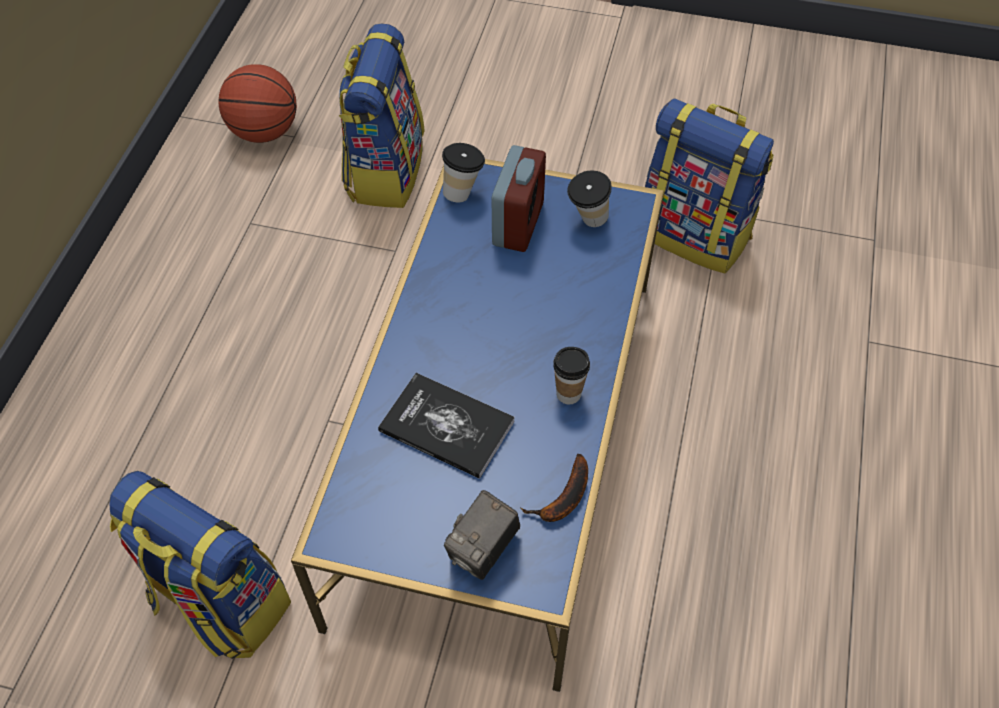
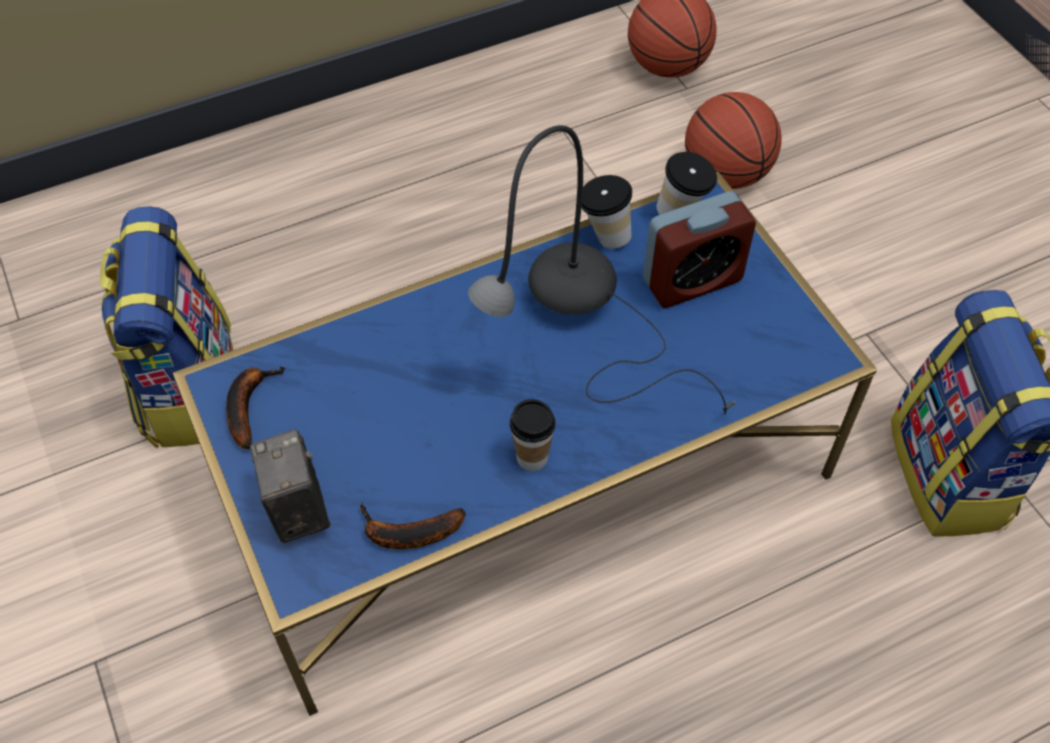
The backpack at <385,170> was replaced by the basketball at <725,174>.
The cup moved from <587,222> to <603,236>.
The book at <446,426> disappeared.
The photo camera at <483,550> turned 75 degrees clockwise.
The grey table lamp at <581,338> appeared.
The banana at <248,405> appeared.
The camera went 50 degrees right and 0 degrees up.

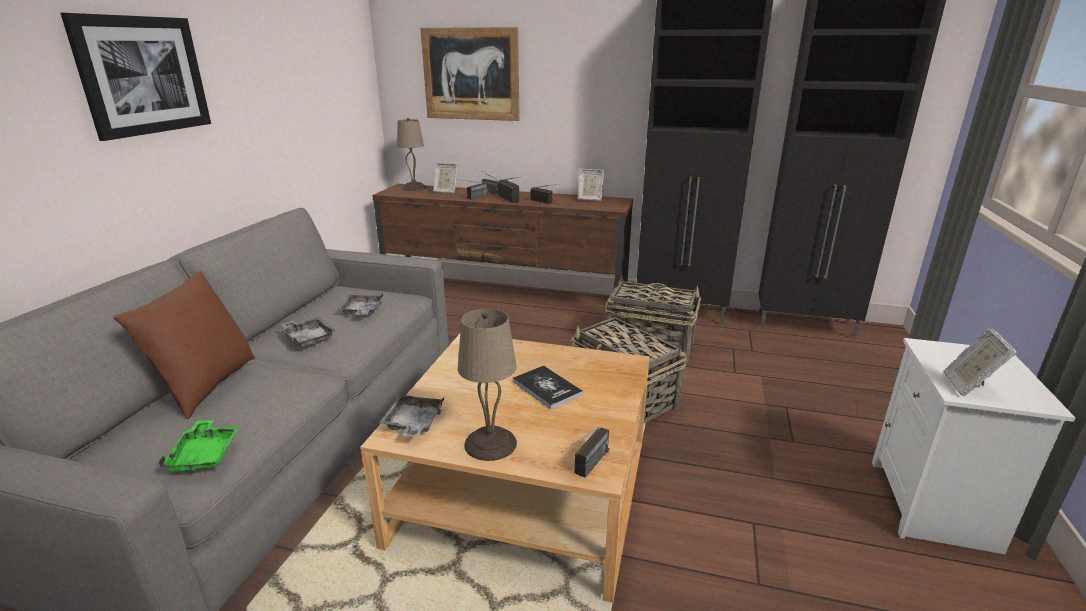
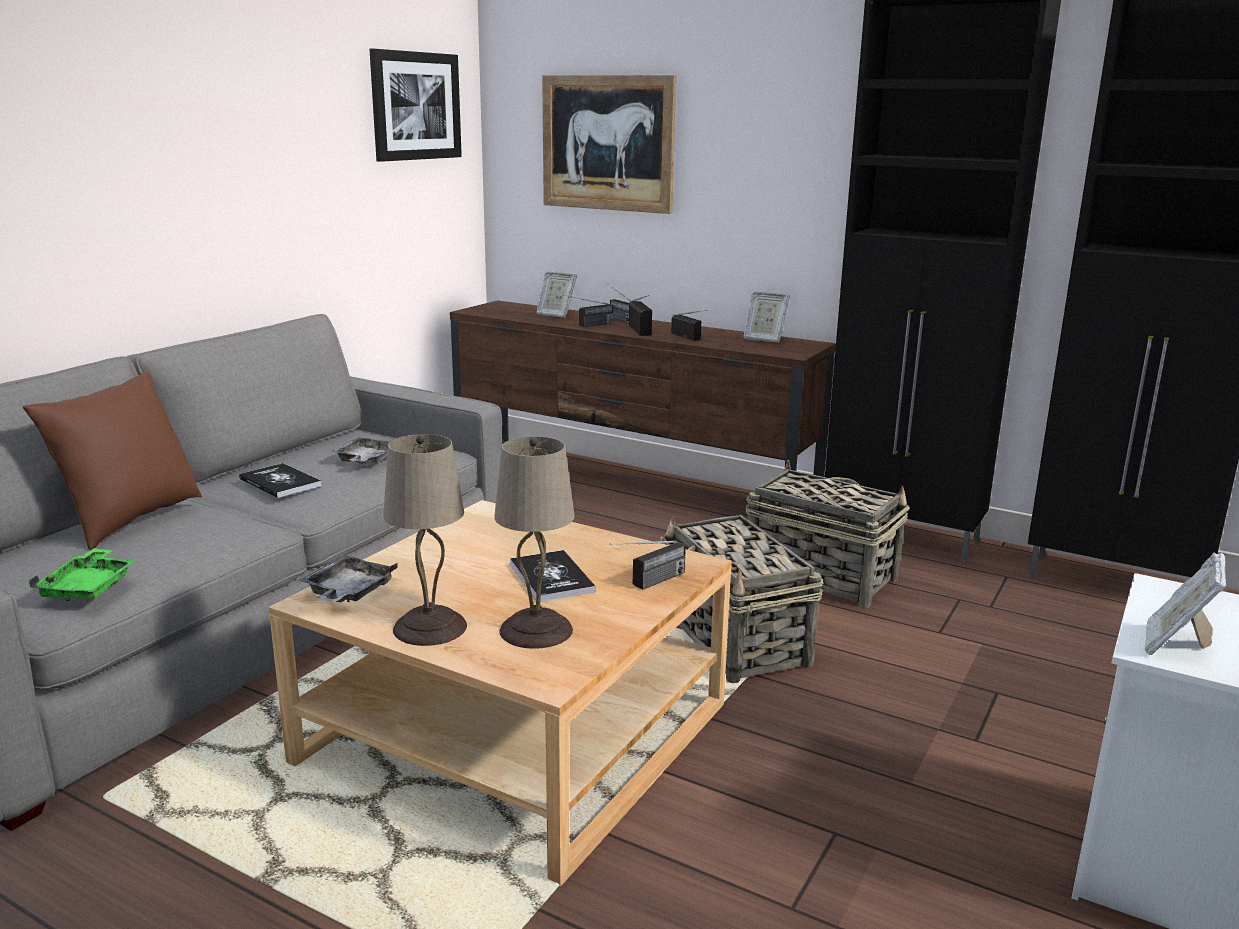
The picture moved from <143,75> to <415,106>.
The beige table lamp moved from <414,188> to <537,631>.
The grey tray at <308,338> was replaced by the book at <280,482>.
The radio moved from <586,469> to <648,584>.
The camera went 15 degrees right and 5 degrees down.

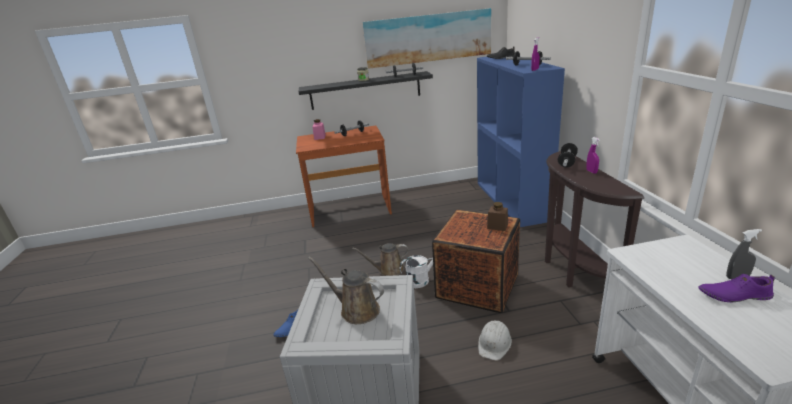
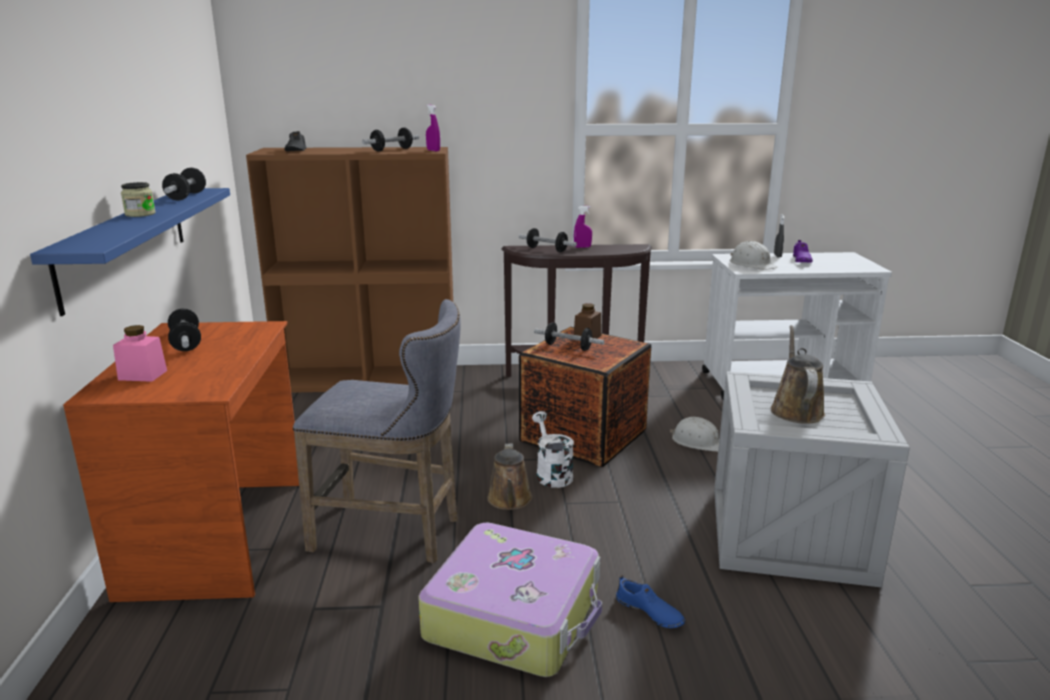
The picture at <428,38> disappeared.
The blue bookcase at <512,201> became the brown bookcase at <370,379>.
The black shelf at <365,90> became the blue shelf at <125,244>.
The brown watering can at <356,310> turned 150 degrees clockwise.
The white hard hat at <752,264> appeared.
The grey stool at <394,533> appeared.
The dumbbell at <568,347> appeared.
The suitcase at <515,615> appeared.
The camera went 85 degrees left and 5 degrees down.

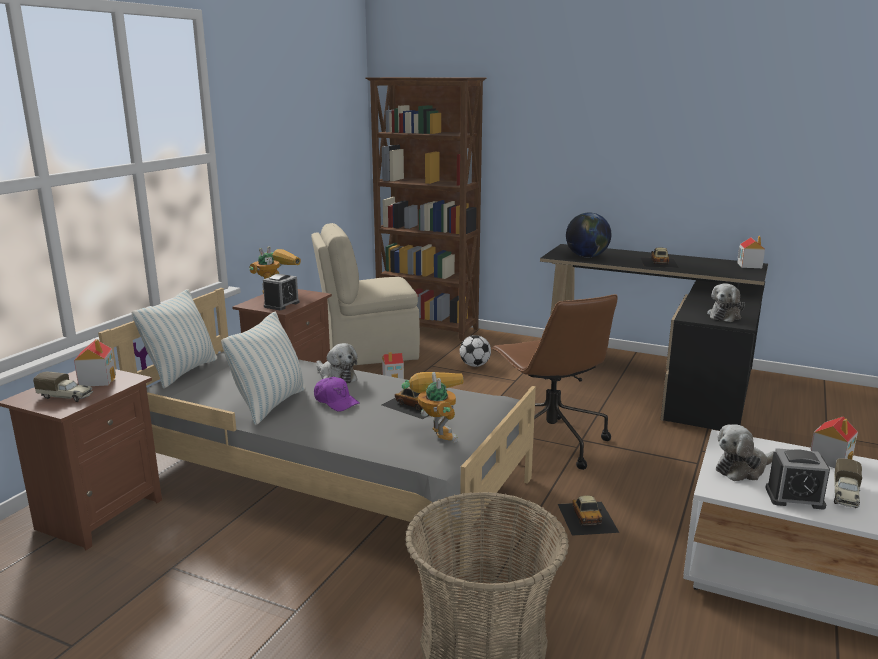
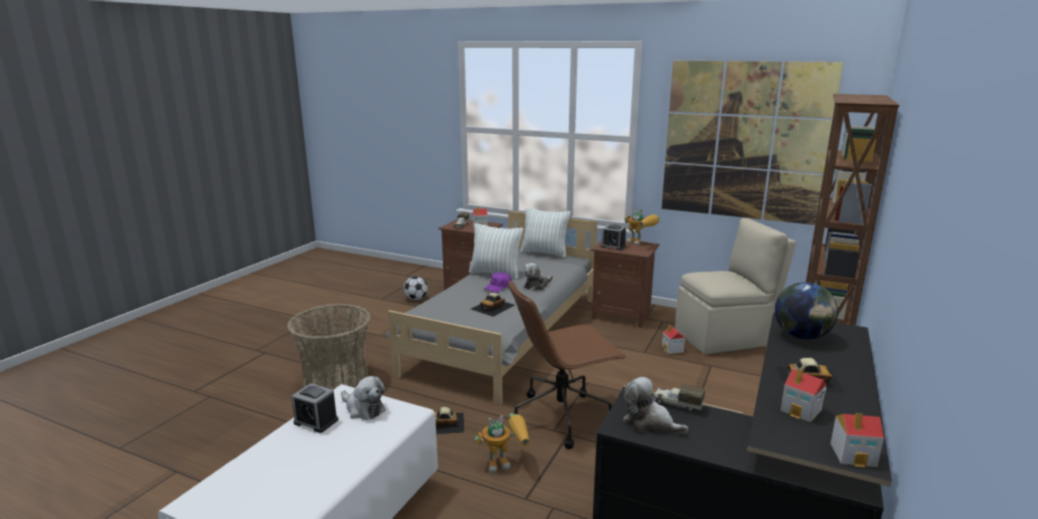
The beige chair at <368,352> turned 90 degrees clockwise.
The football moved from <475,365> to <416,299>.
The toy robot moved from <435,433> to <505,462>.
The toy house moved from <830,459> to <801,410>.
The plush toy at <742,469> turned 150 degrees clockwise.
The alarm clock at <794,497> turned 75 degrees counterclockwise.
The toy truck moved from <845,495> to <677,404>.
The picture at <744,142> appeared.
The camera went 90 degrees right and 0 degrees up.

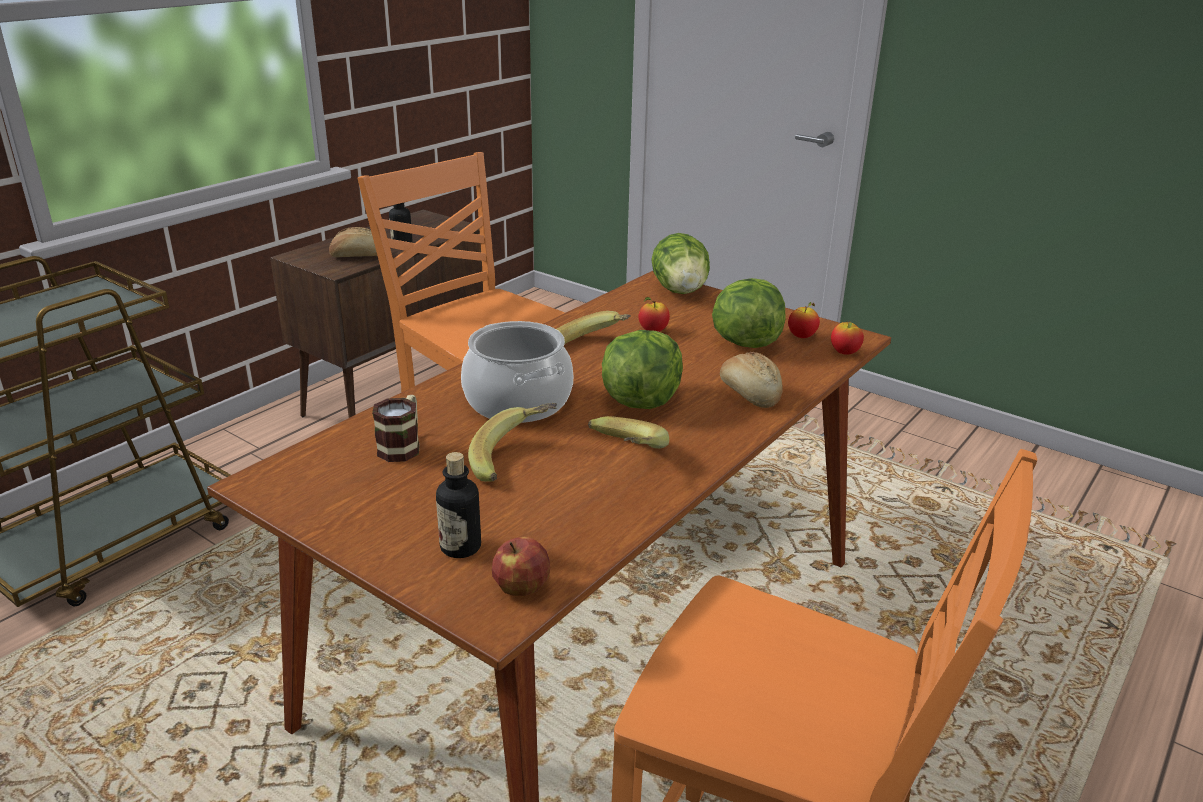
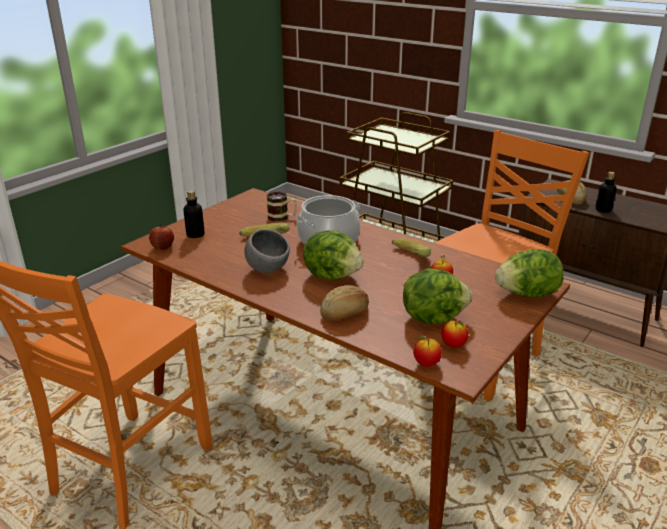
The banana at <622,455> was replaced by the grey bowl at <267,269>.
The camera went 90 degrees right and 0 degrees up.

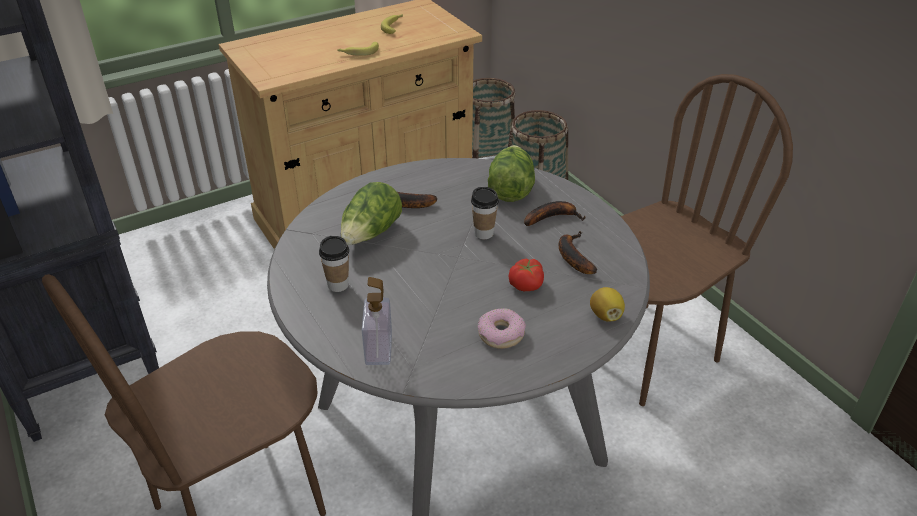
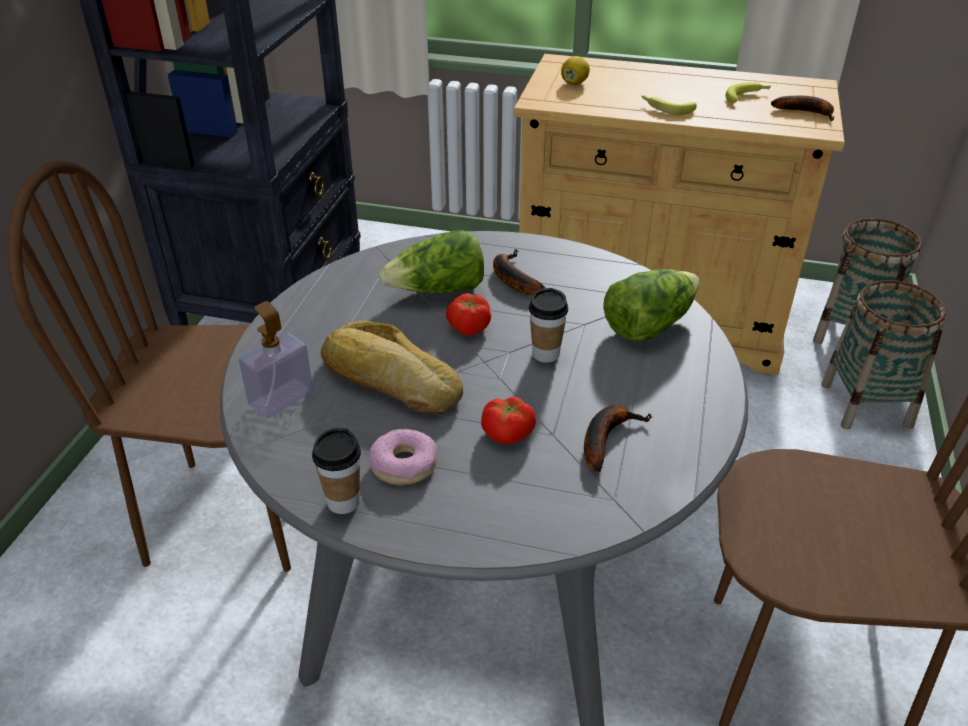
The banana moved from <553,217> to <807,112>.
The cup moved from <338,285> to <343,502>.
The lemon moved from <605,315> to <574,83>.
The tomato at <468,327> appeared.
The bread at <389,381> appeared.
The camera went 45 degrees right and 0 degrees up.

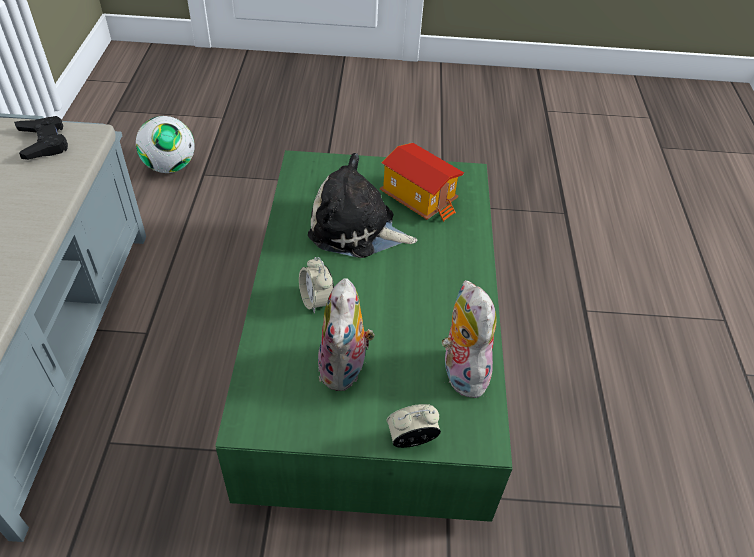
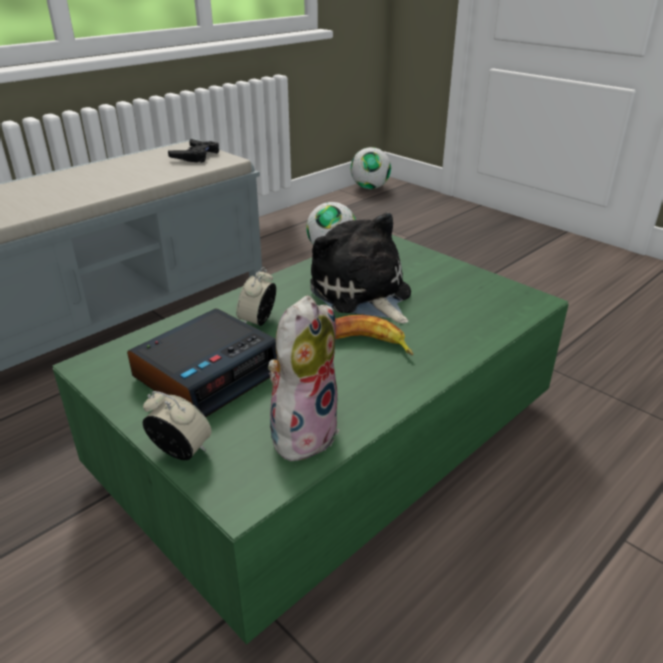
The toy house at <419,198> disappeared.
The plush toy at <345,370> was replaced by the alarm clock at <208,373>.
The football at <370,188> appeared.
The banana at <365,344> appeared.
The camera went 45 degrees right and 15 degrees down.

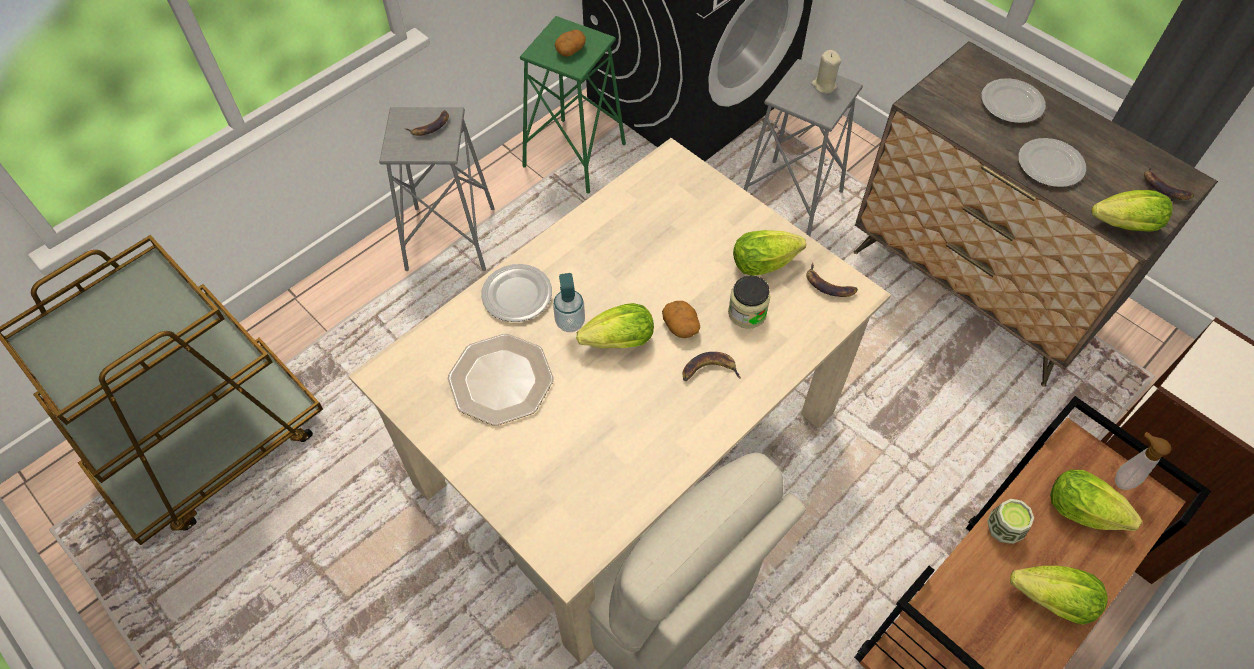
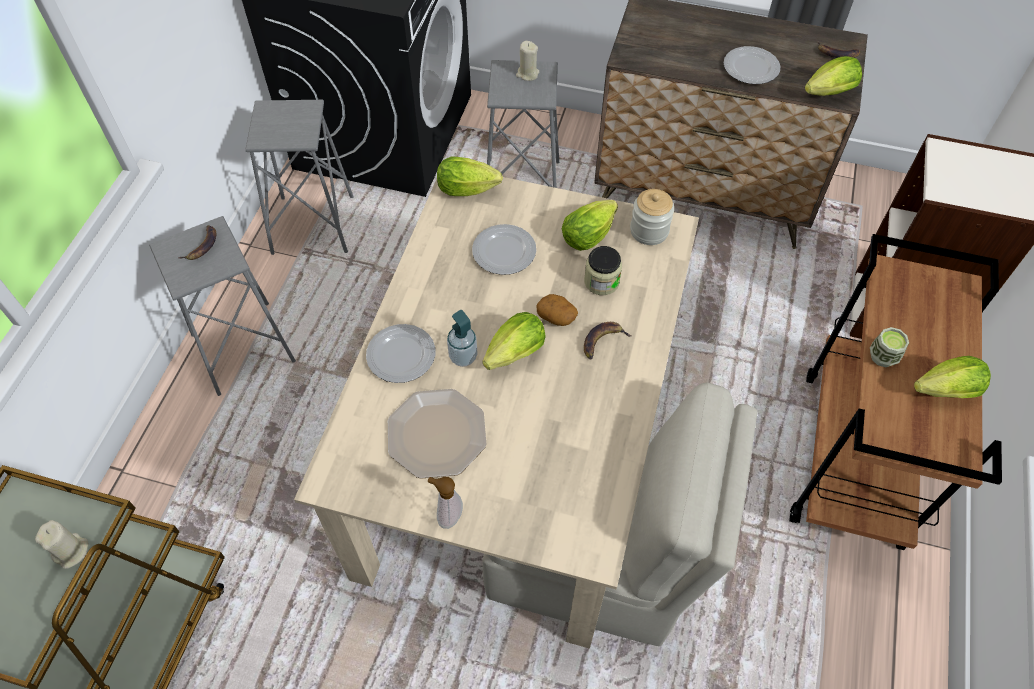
The green stool at <574,156> became the grey stool at <313,225>.
The potato at <570,50> disappeared.
The plate moved from <1011,104> to <504,252>.
The banana at <829,285> was replaced by the jar at <649,231>.
The soap dispenser moved from <1122,478> to <448,515>.
The lettuce moved from <1086,513> to <470,190>.
The beige candle at <71,551> appeared.
The camera went 30 degrees left and 0 degrees up.

